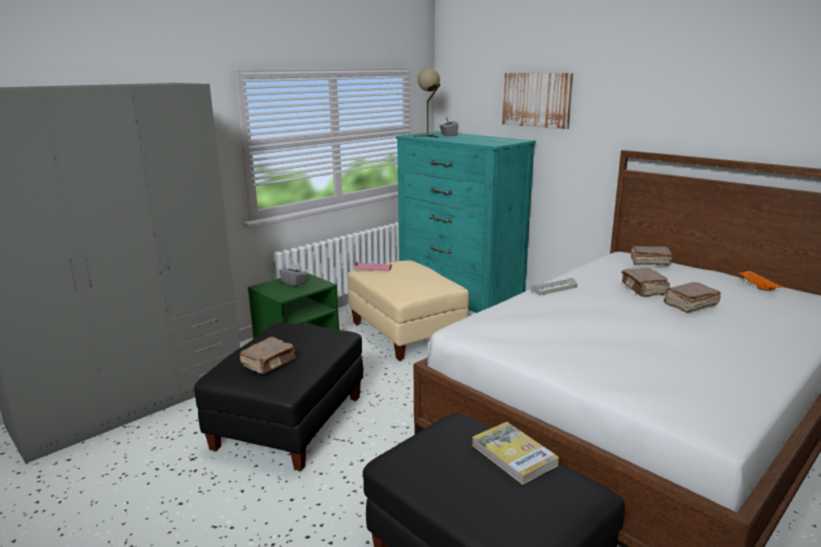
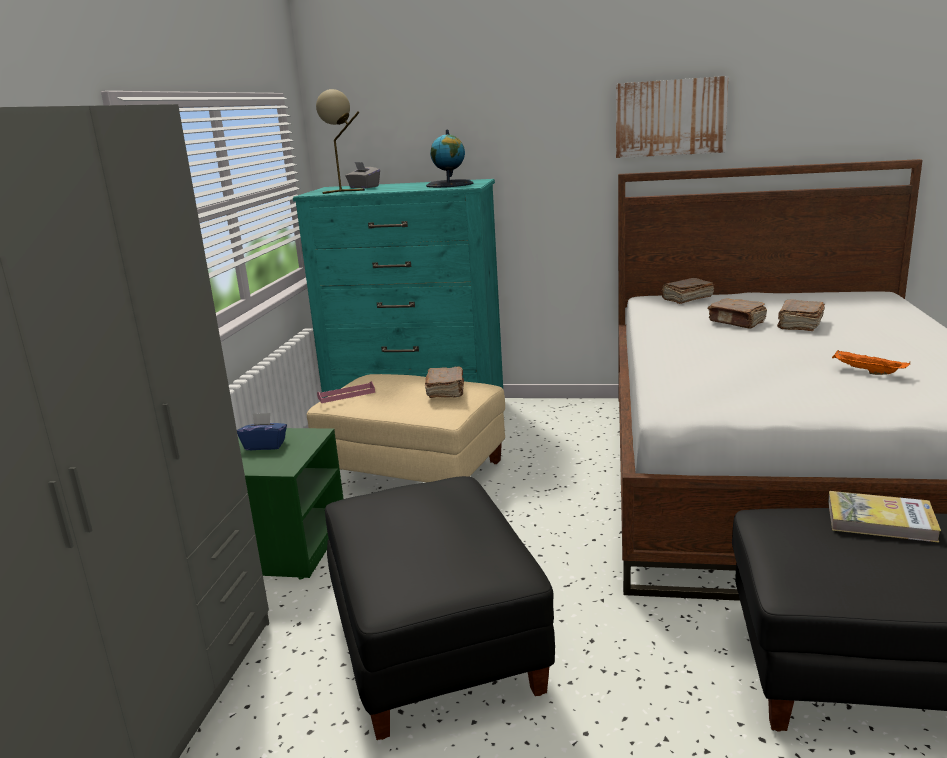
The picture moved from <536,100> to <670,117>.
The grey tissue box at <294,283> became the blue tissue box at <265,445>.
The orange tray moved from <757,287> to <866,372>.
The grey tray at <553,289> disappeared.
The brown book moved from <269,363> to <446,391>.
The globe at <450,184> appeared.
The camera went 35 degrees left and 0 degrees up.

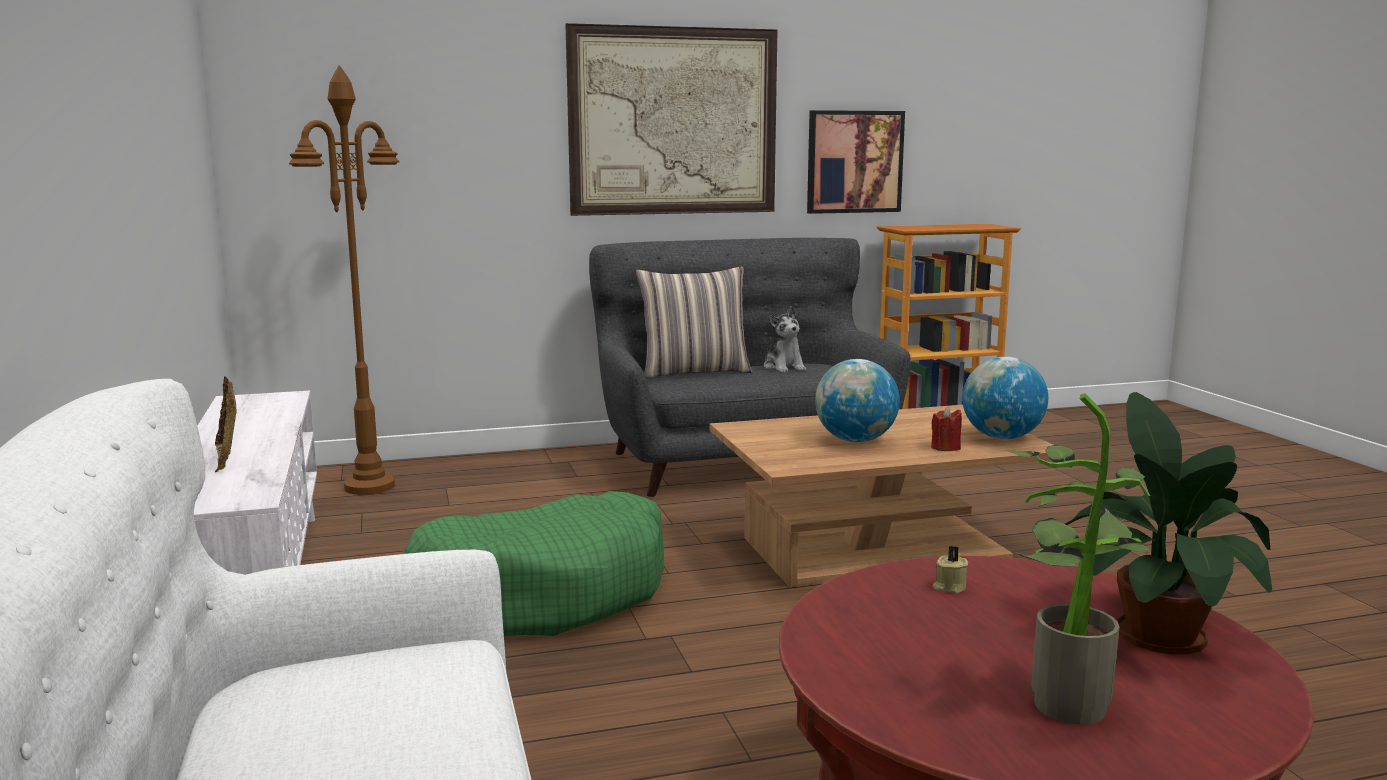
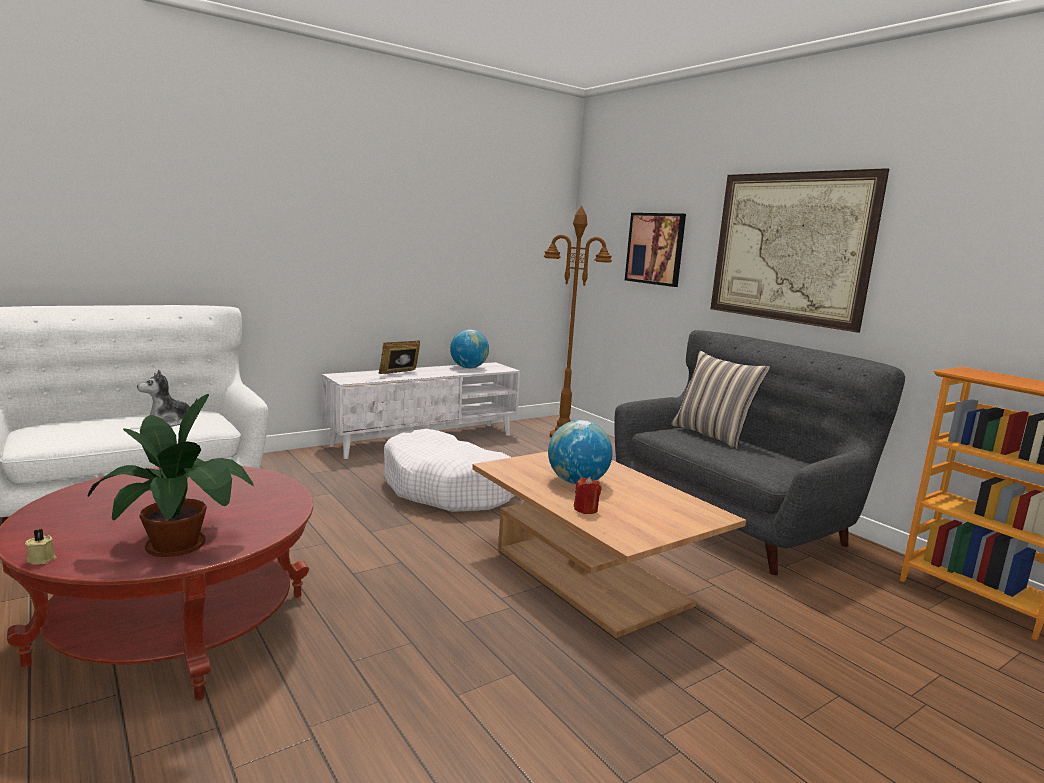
The picture moved from <854,162> to <655,248>.
The plush toy moved from <784,367> to <167,422>.
The globe moved from <1001,437> to <468,367>.
The potted plant at <1065,700> disappeared.
The green dog bed at <544,593> became the white dog bed at <450,489>.
The beige candle moved from <949,587> to <42,559>.
The camera went 70 degrees right and 0 degrees up.

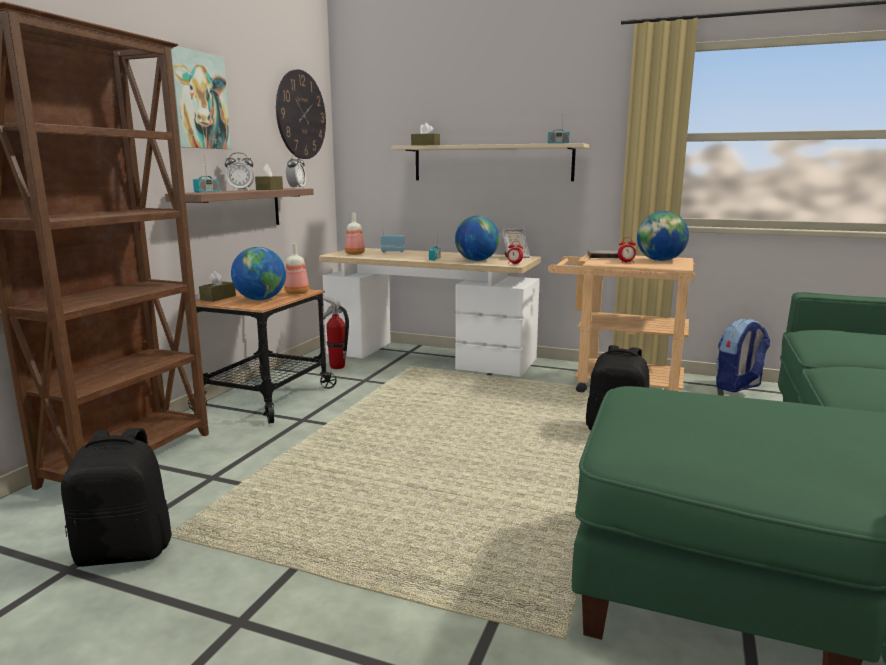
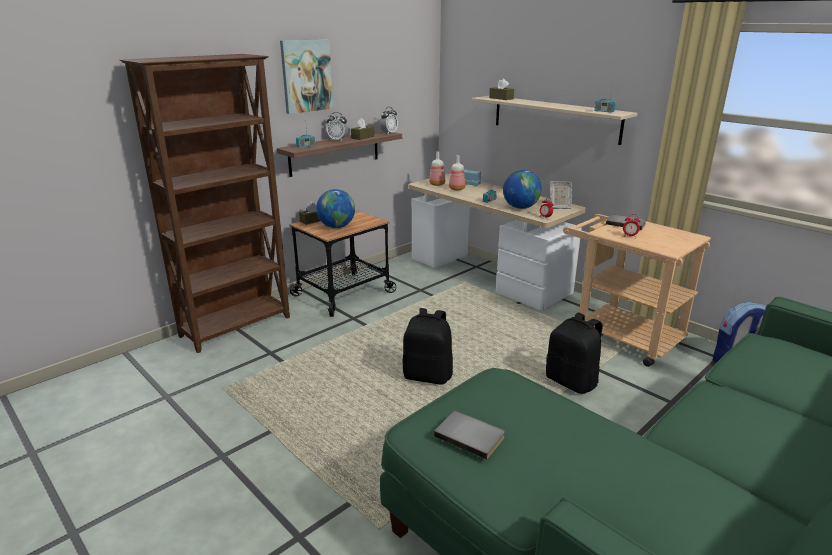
The wall clock at <301,115> disappeared.
The globe at <660,260> disappeared.
The bottle moved from <297,293> to <456,189>.
The fire extinguisher at <337,367> disappeared.
The black backpack moved from <125,551> to <428,375>.
The grey book at <470,435> appeared.
The camera went 25 degrees right and 10 degrees up.

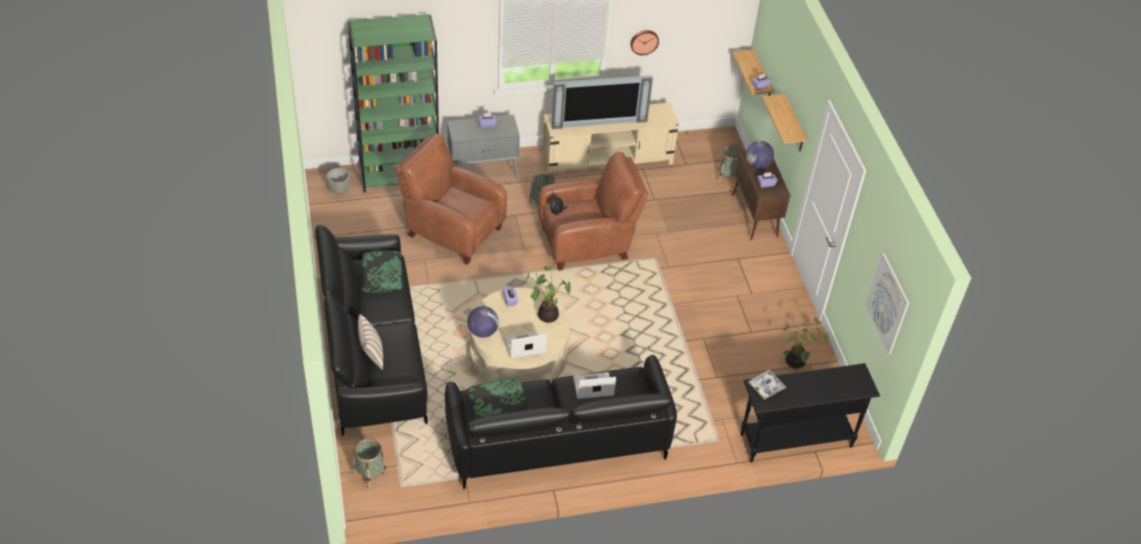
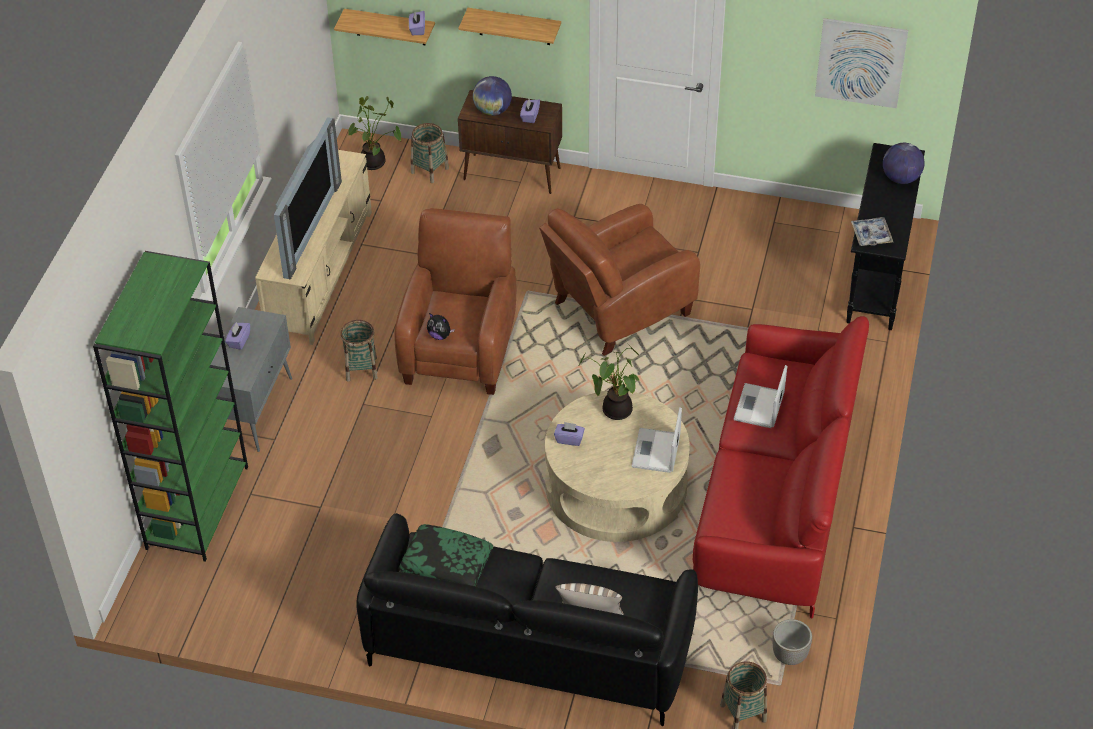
The wall clock at <644,41> disappeared.
The brown armchair moved from <451,230> to <618,310>.
The planter moved from <339,191> to <790,656>.
The globe moved from <483,331> to <901,178>.
The potted plant moved from <795,363> to <375,163>.
The black sofa at <557,439> became the red sofa at <776,496>.
The pillow at <498,404> disappeared.
The camera went 60 degrees left and 0 degrees up.

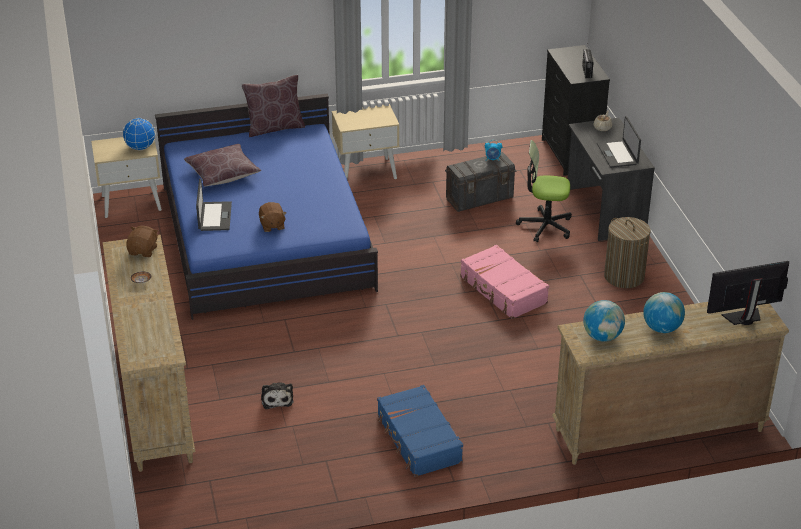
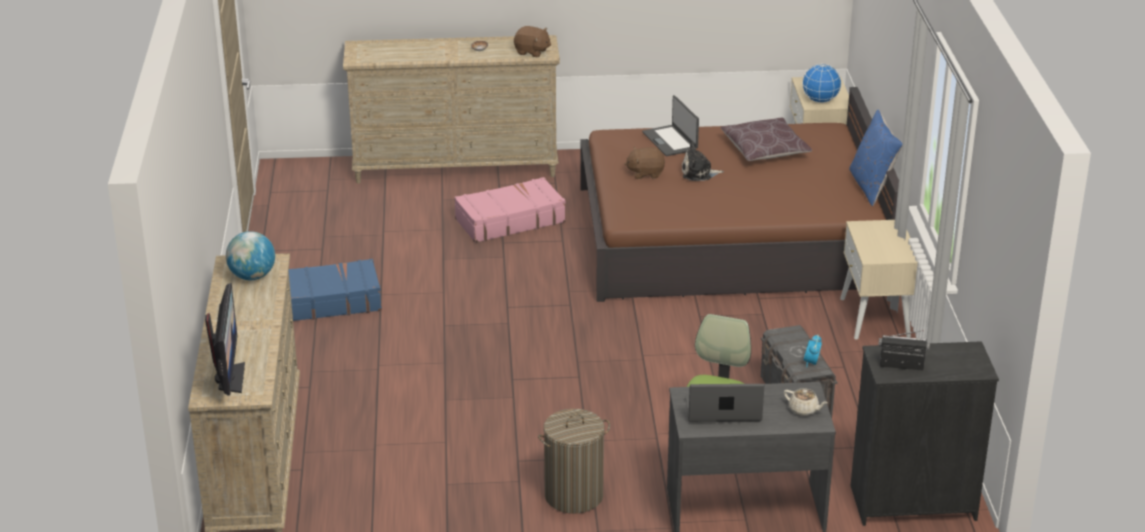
The brown pillow at <274,128> became the blue pillow at <872,186>.
The blue bed at <265,236> became the brown bed at <731,238>.
The laptop at <214,217> turned 60 degrees clockwise.
The pink suitcase moved from <503,290> to <509,220>.
The globe at <661,328> disappeared.
The plush toy moved from <277,399> to <699,173>.
The camera went 100 degrees right and 5 degrees down.

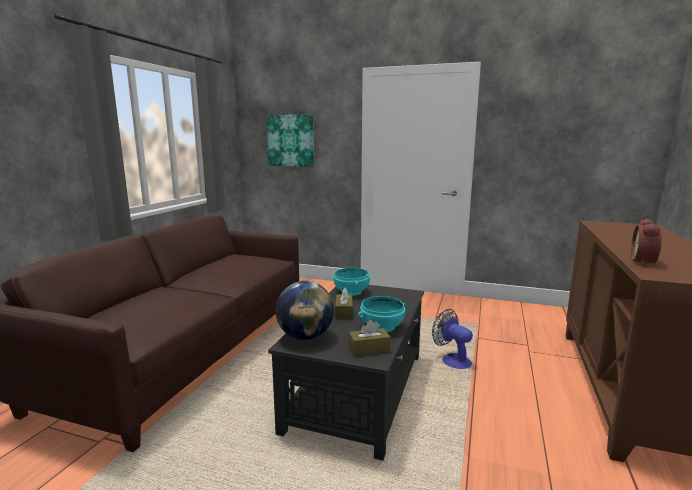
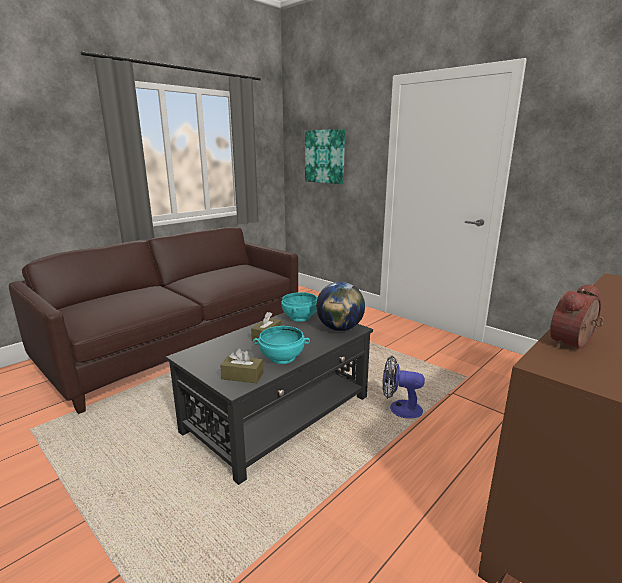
The globe moved from <305,336> to <339,328>.
The fan at <452,359> turned 60 degrees counterclockwise.
The camera went 25 degrees right and 5 degrees up.

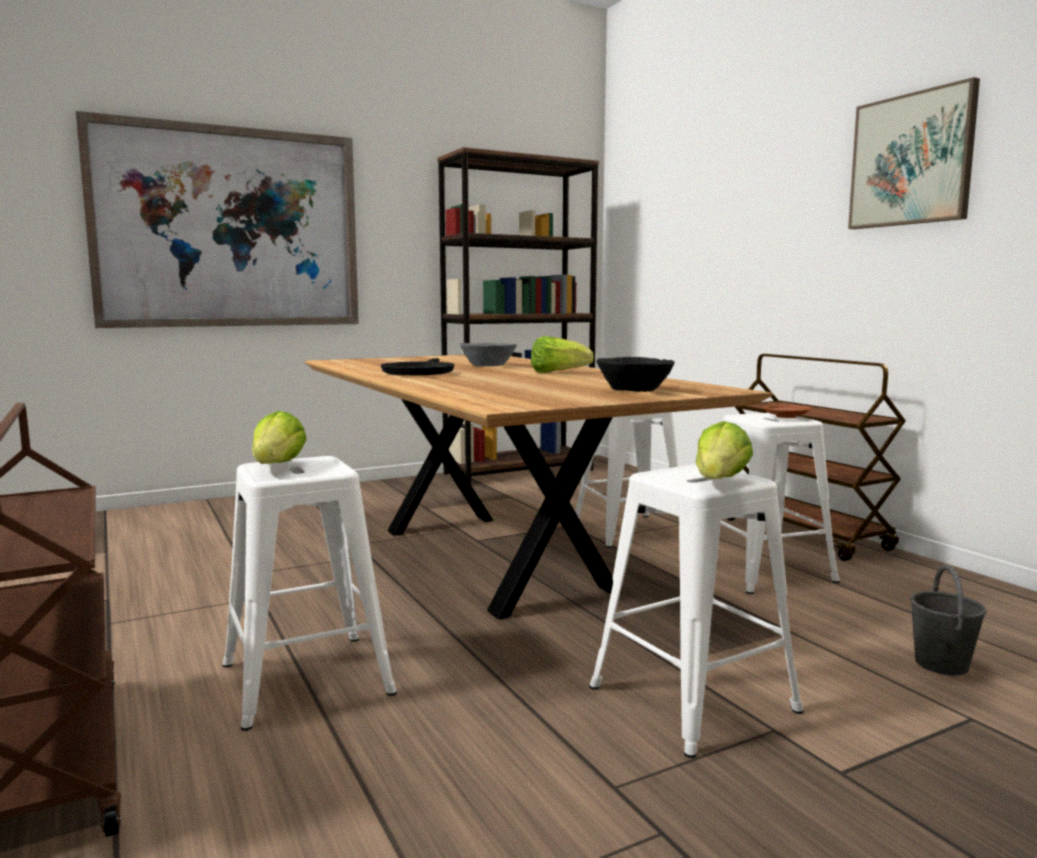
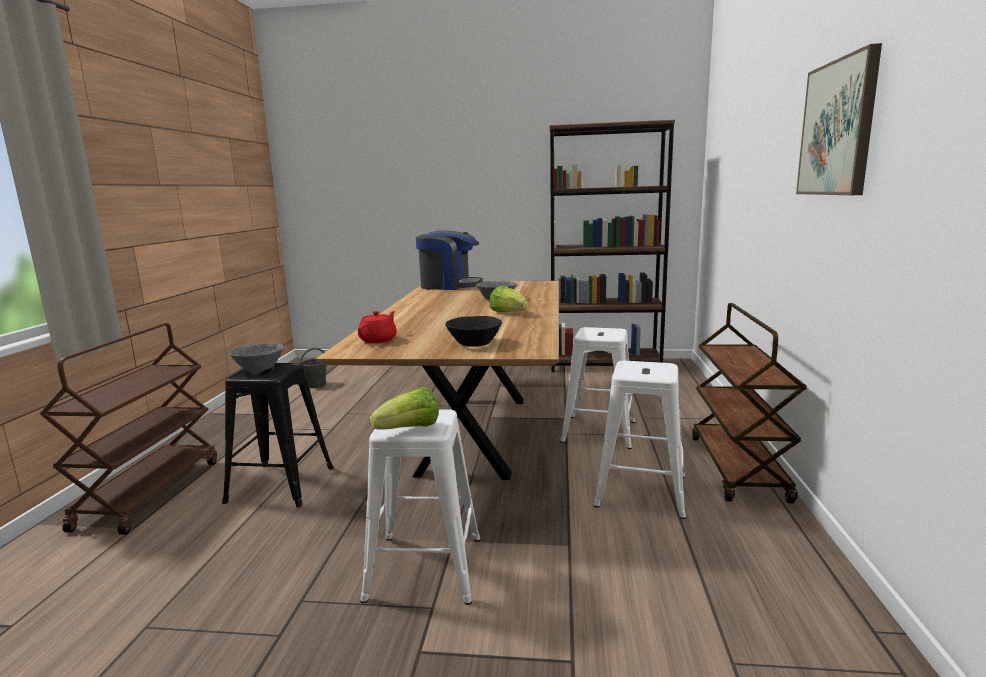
The picture at <228,228> disappeared.
The black frying pan at <419,372> disappeared.
The brown plate at <786,417> disappeared.
The lettuce at <277,466> was replaced by the grey bowl at <260,368>.
The white stool at <304,678> became the black stool at <280,483>.
The grey bucket moved from <941,664> to <316,385>.
The coffee machine at <449,285> appeared.
The red teapot at <379,340> appeared.
The camera went 35 degrees right and 5 degrees up.

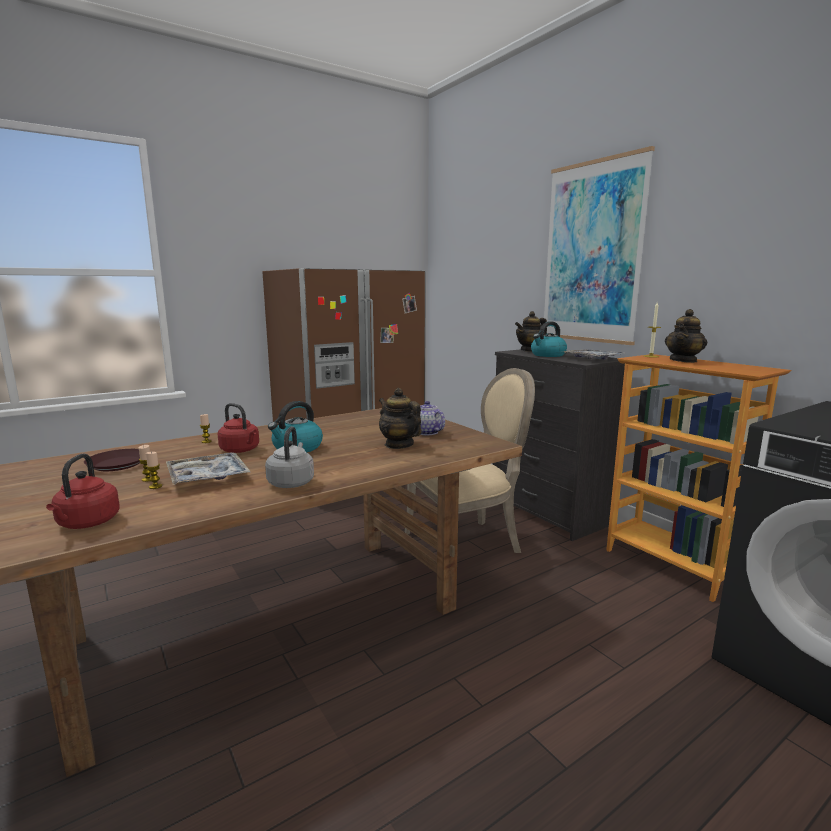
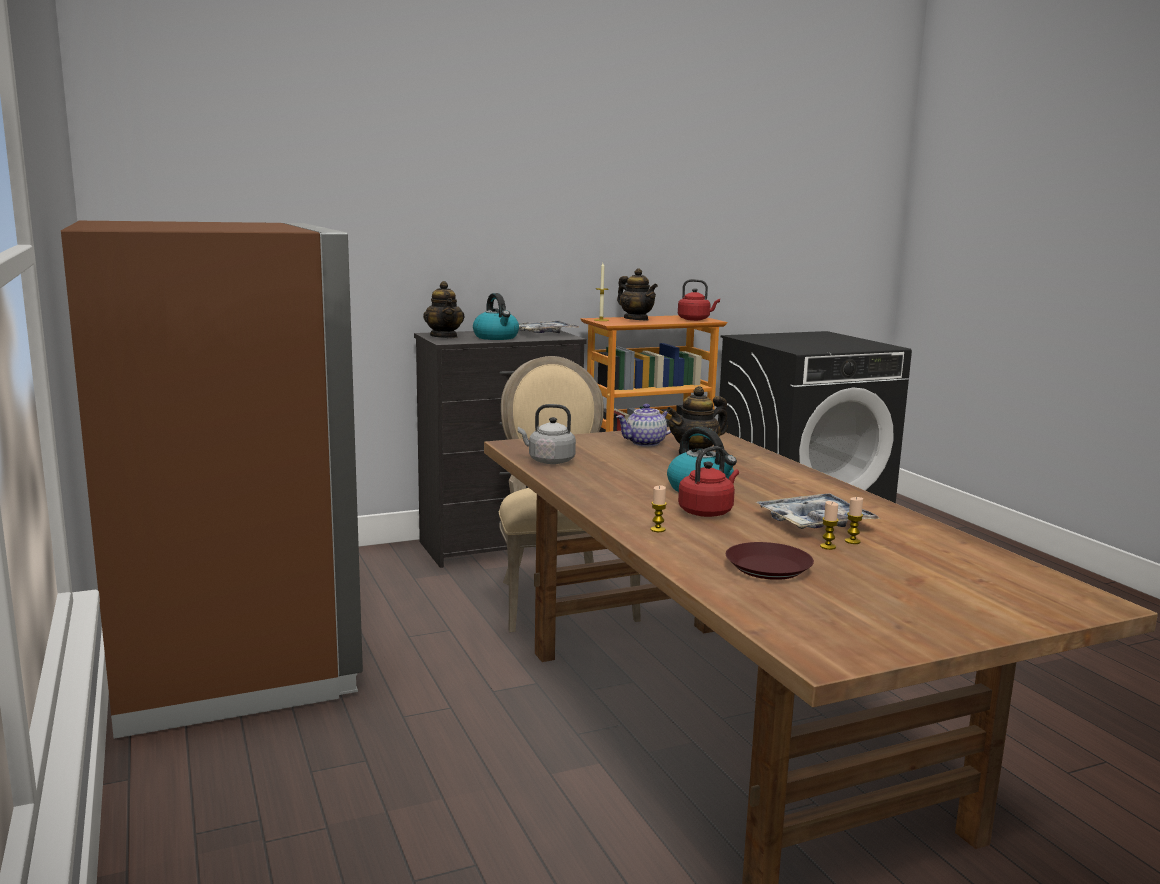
The picture at <592,253> disappeared.
The grey kettle moved from <291,482> to <549,461>.
The red kettle moved from <87,523> to <695,319>.
The camera went 80 degrees left and 0 degrees up.

